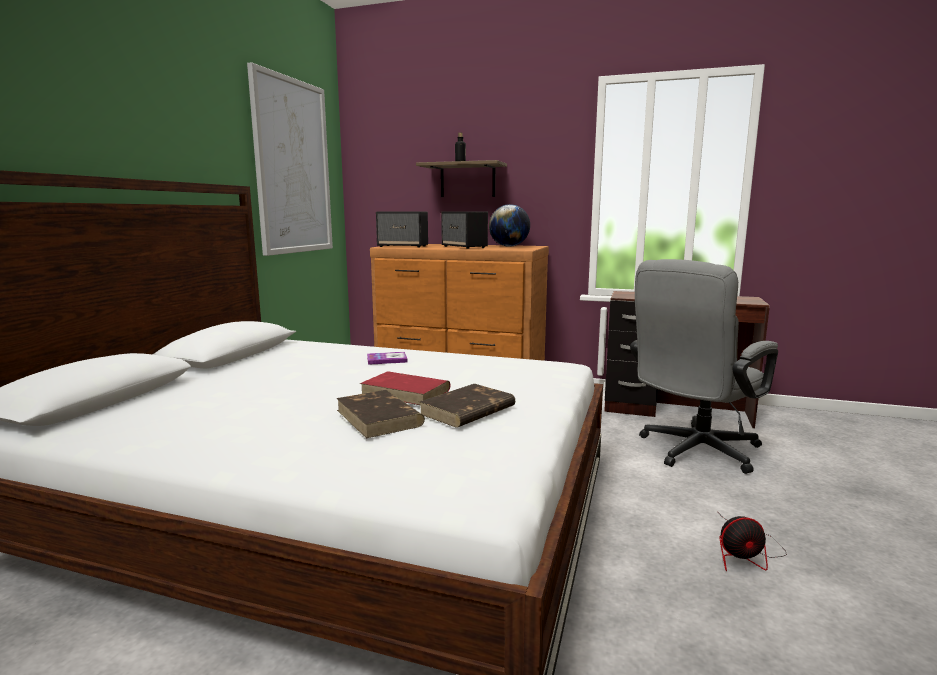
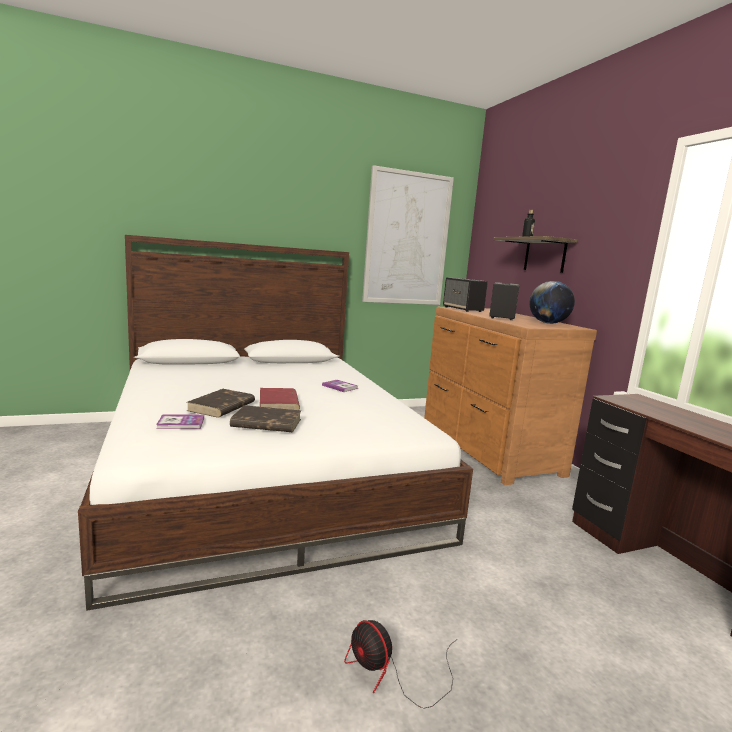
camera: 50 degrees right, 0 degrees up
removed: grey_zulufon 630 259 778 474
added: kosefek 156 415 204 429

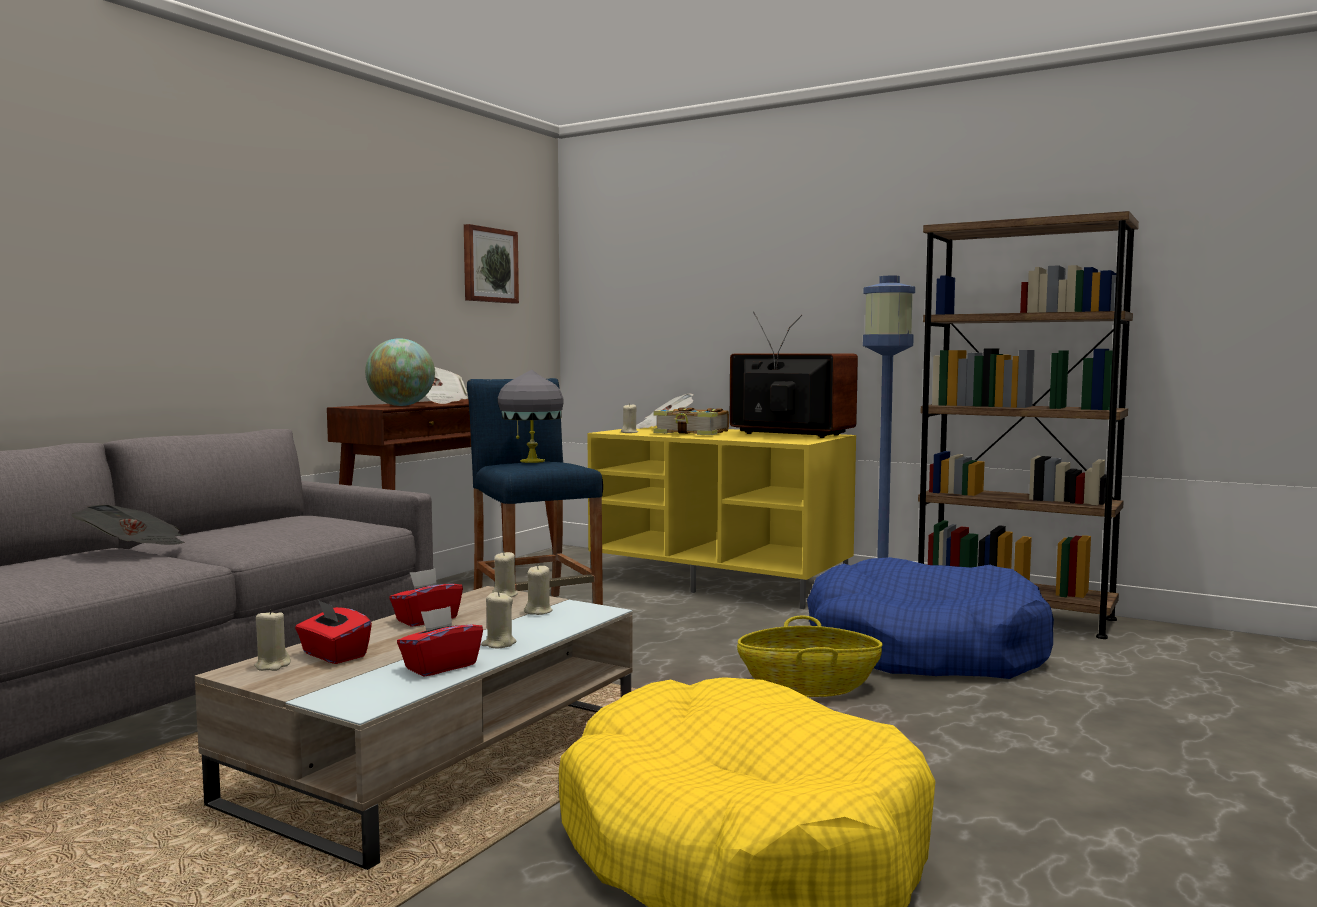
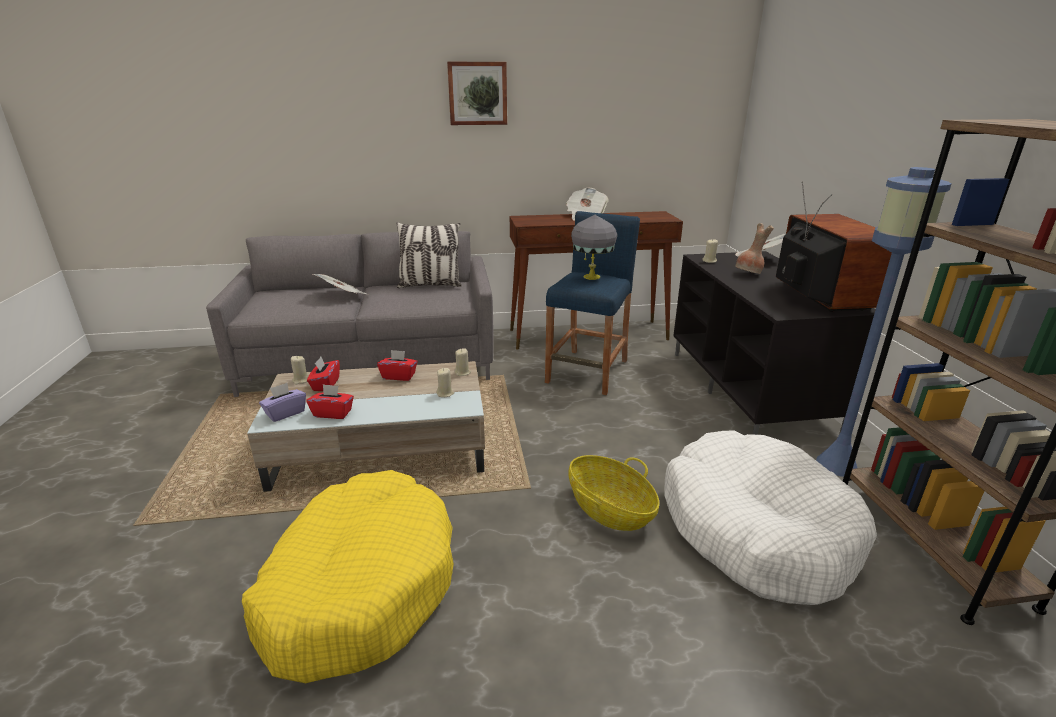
camera: 50 degrees right, 20 degrees up
removed: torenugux 365 338 435 406; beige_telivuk 481 591 516 648
added: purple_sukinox 259 383 306 422; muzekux 396 222 462 288
moved: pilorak 464 224 519 304 to 447 62 507 125
replaced: kosefek 654 408 729 435 to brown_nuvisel 735 223 774 274
recoloured: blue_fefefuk 807 557 1054 679 to white_fefefuk 664 430 877 605; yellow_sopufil 587 426 856 609 to black_sopufil 673 251 876 435

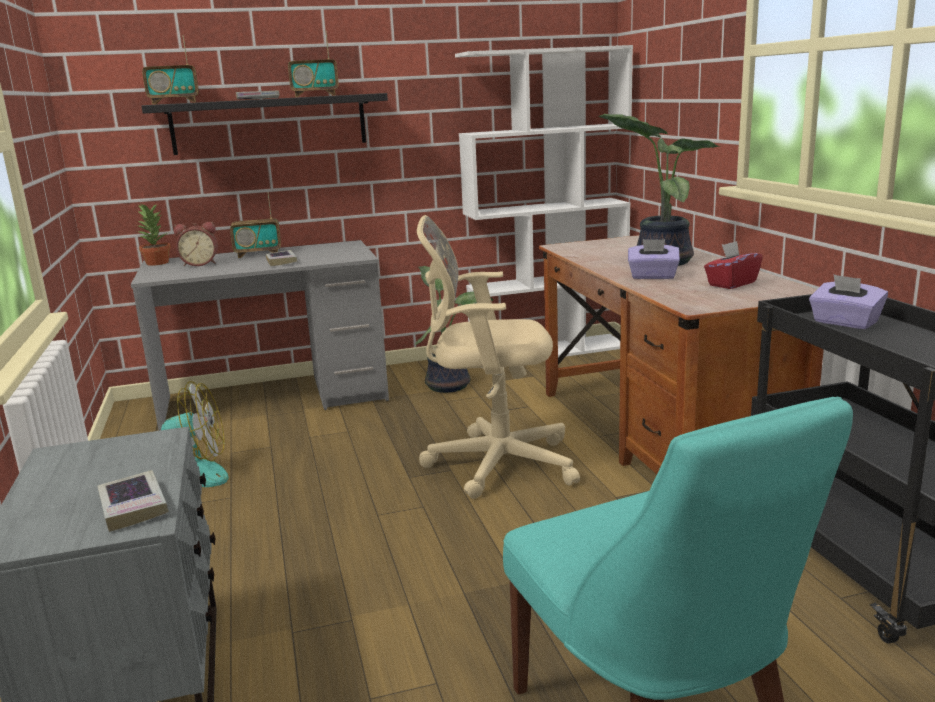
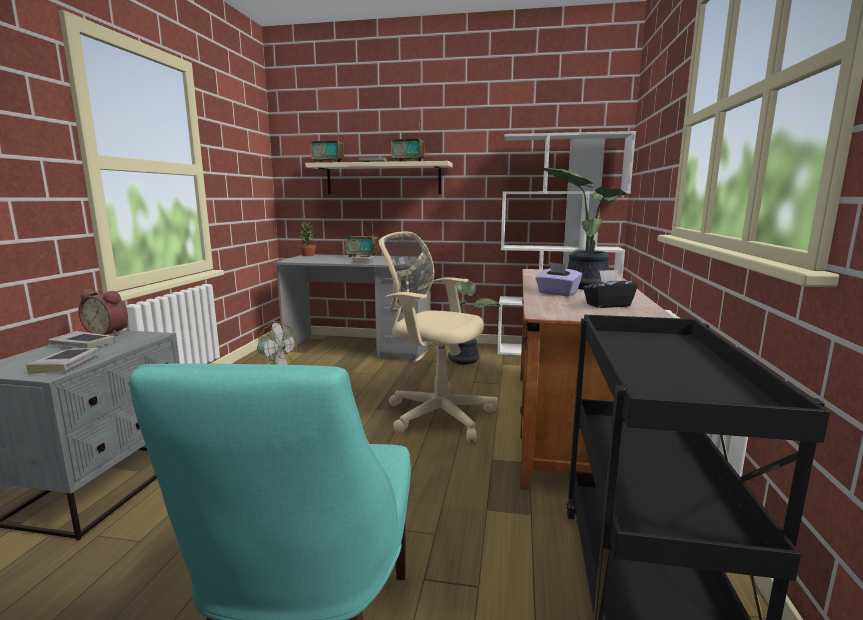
camera: 25 degrees right, 5 degrees down
removed: purple_sukinox 809 274 888 329
added: kosefek 48 331 115 348
moved: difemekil 174 222 218 266 to 79 289 128 336
recoloured: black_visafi 141 93 388 155 to beige_visafi 305 161 452 194; red_sukinox 704 241 763 289 to black_sukinox 583 270 638 308

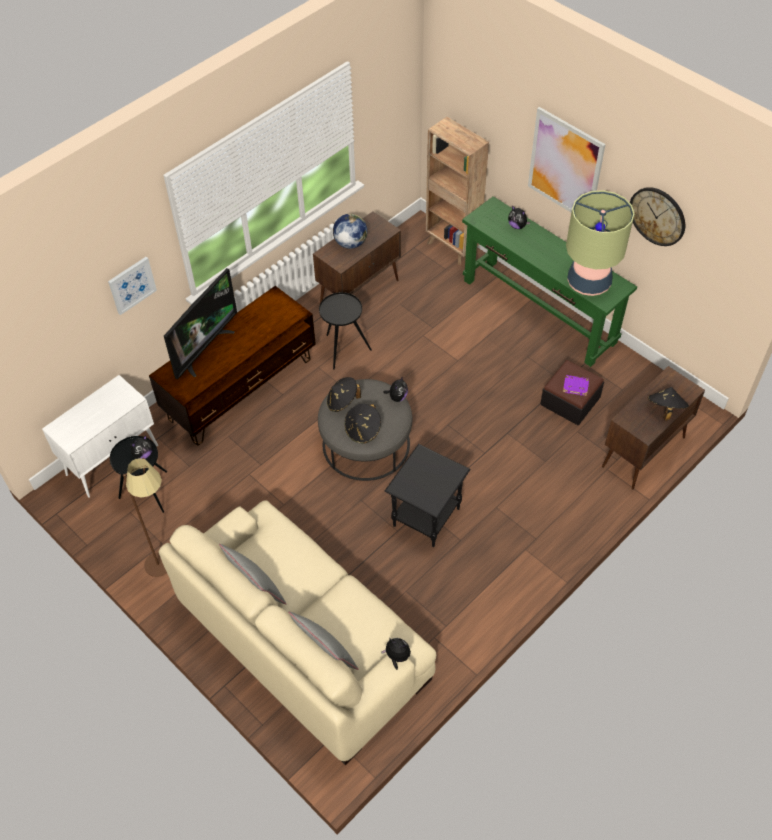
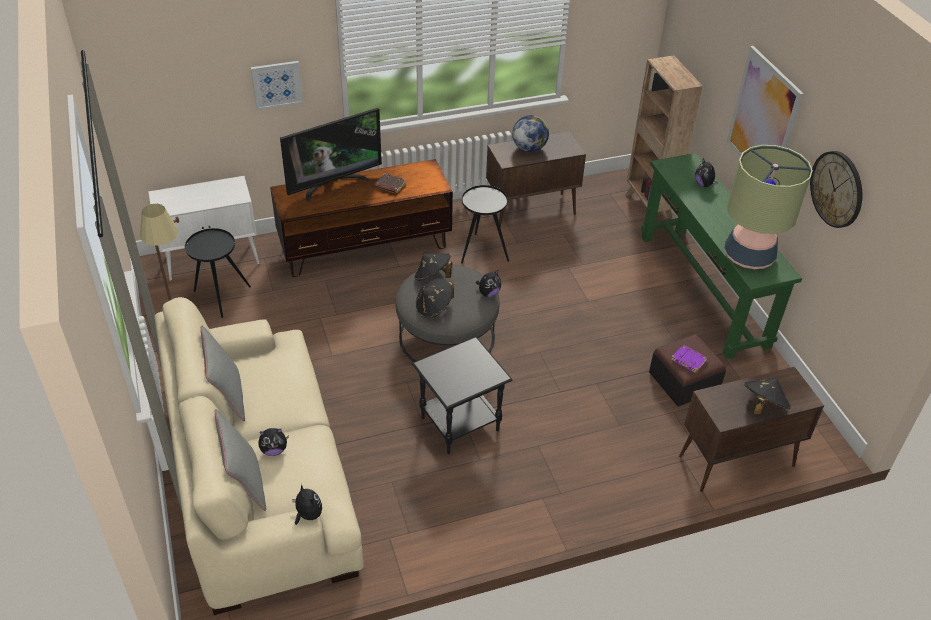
camera: 25 degrees right, 10 degrees down
added: brown_kosefek 375 173 406 194
moved: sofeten 130 436 153 459 to 258 428 289 456

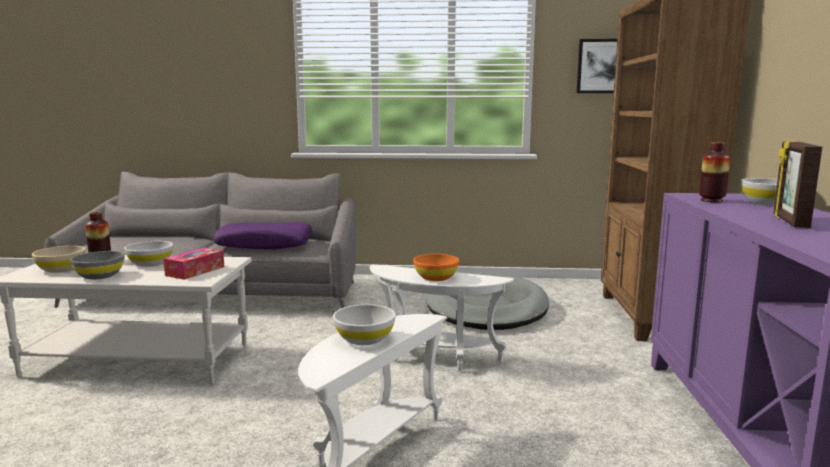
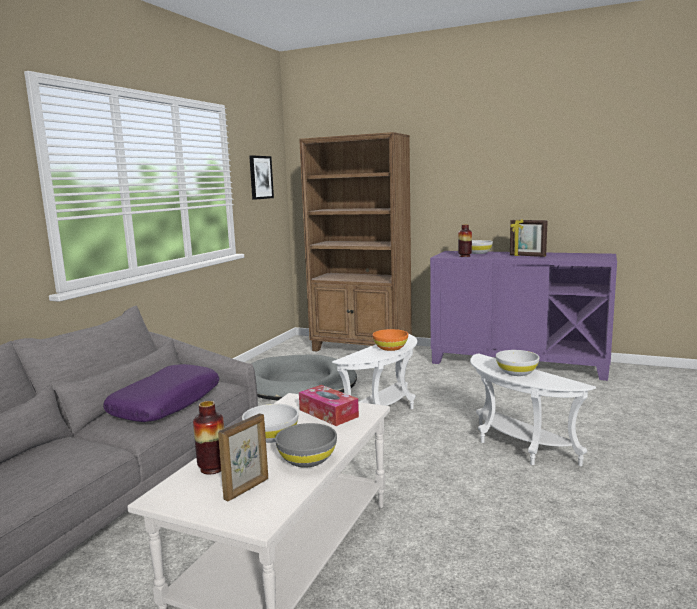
camera: 70 degrees left, 0 degrees up
replaced: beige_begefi 32 246 86 273 to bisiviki 218 413 268 501

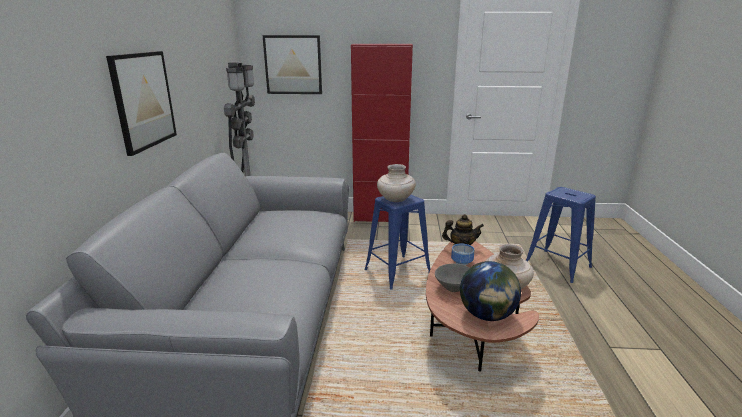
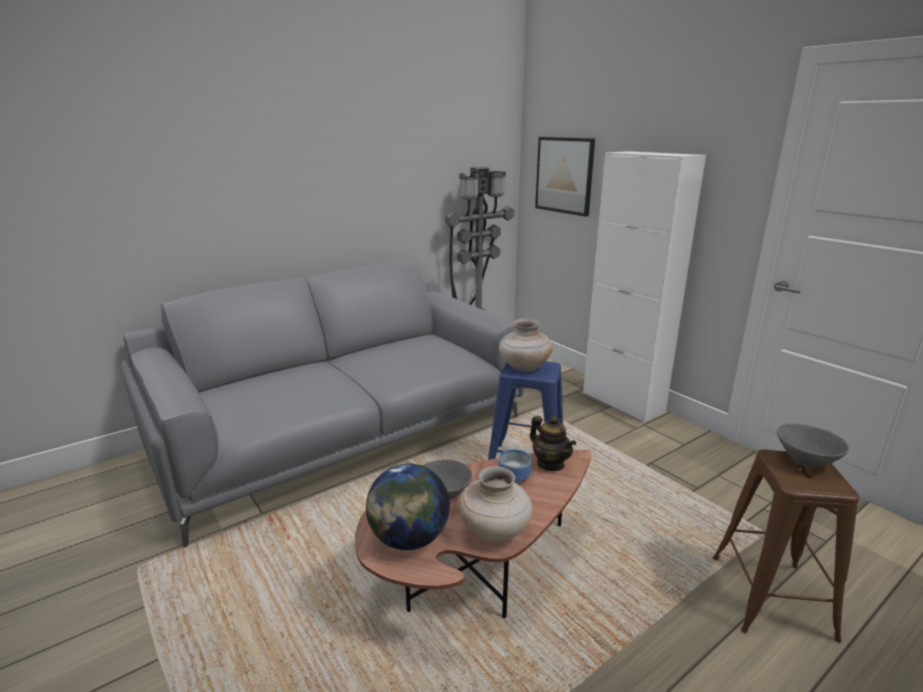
camera: 50 degrees right, 0 degrees up
removed: pilorak 106 51 177 156
added: grey_begefi 777 424 849 468
recoloured: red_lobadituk 351 44 413 222 to white_lobadituk 583 151 706 422; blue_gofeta 526 187 596 283 to brown_gofeta 712 449 859 643

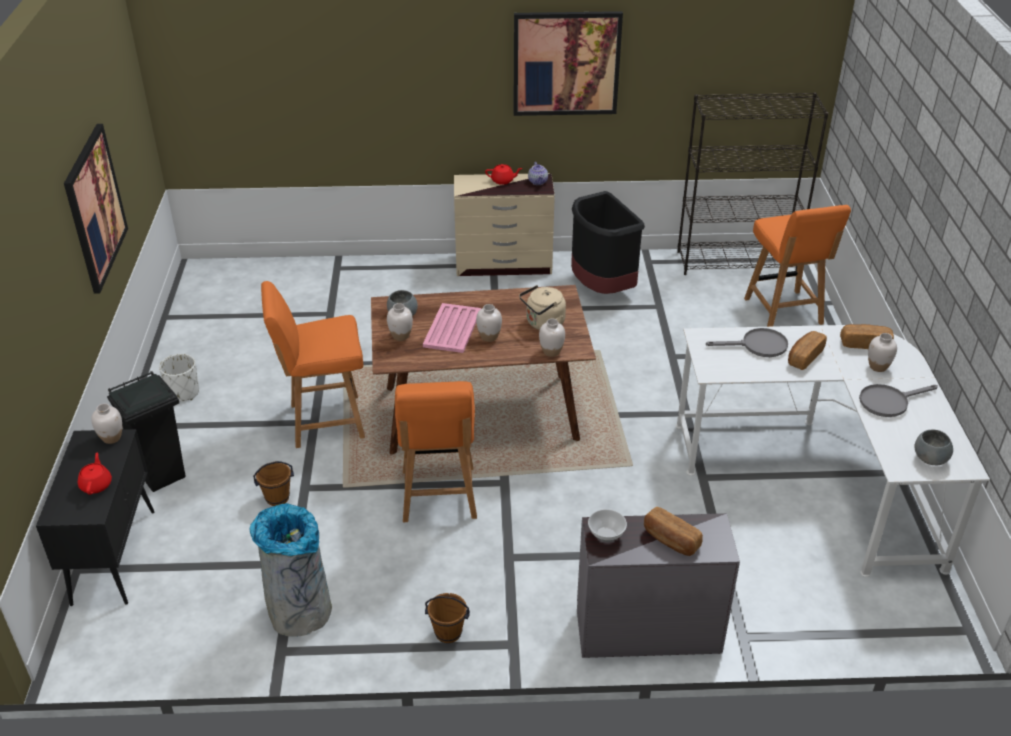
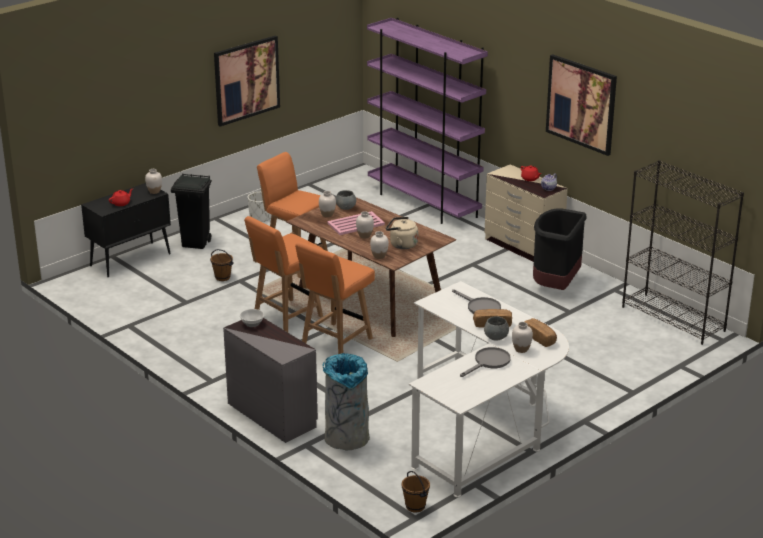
camera: 50 degrees right, 10 degrees down
removed: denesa 644 507 703 556
added: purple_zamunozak 367 18 488 224
moved: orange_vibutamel 744 205 851 327 to 295 242 375 354; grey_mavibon 250 503 332 637 to 322 353 370 450; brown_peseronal 425 593 470 643 to 402 471 430 513; grey_begefi 914 430 953 465 to 484 316 509 341
turned: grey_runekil 859 384 938 417 = 460 347 511 377 105 degrees clockwise

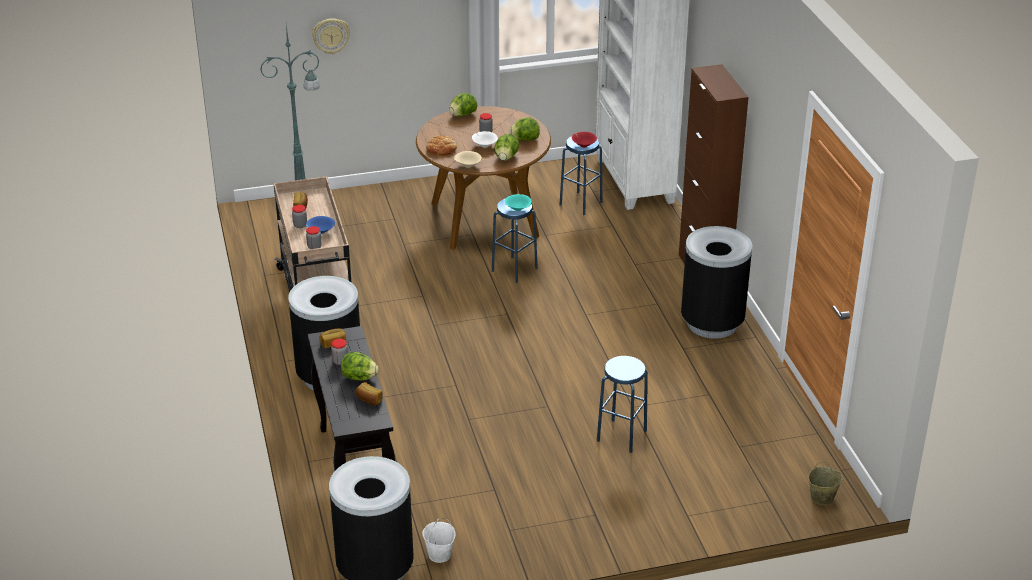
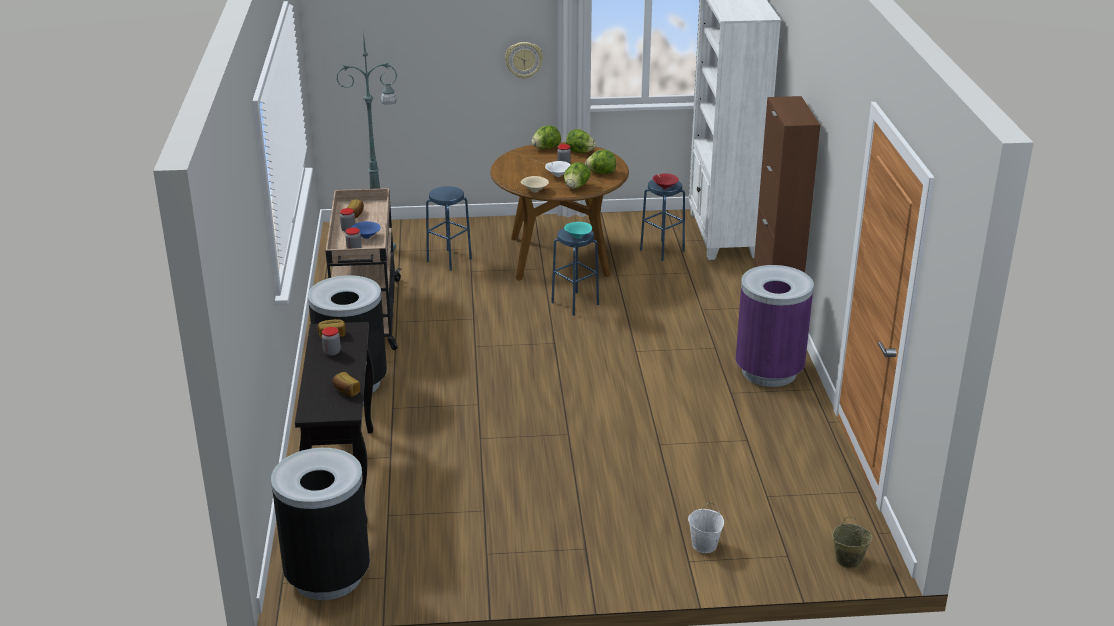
camera: 10 degrees right, 5 degrees down
removed: denesa 426 135 457 156
moved: blue_gofeta 597 356 648 453 to 426 186 472 271; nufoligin 312 18 350 54 to 505 42 543 79; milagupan 341 352 378 381 to 566 129 596 153; white_peseronal 423 518 456 563 to 688 503 724 553
recoloured: black_mavibon 681 226 752 339 to purple_mavibon 735 265 814 387

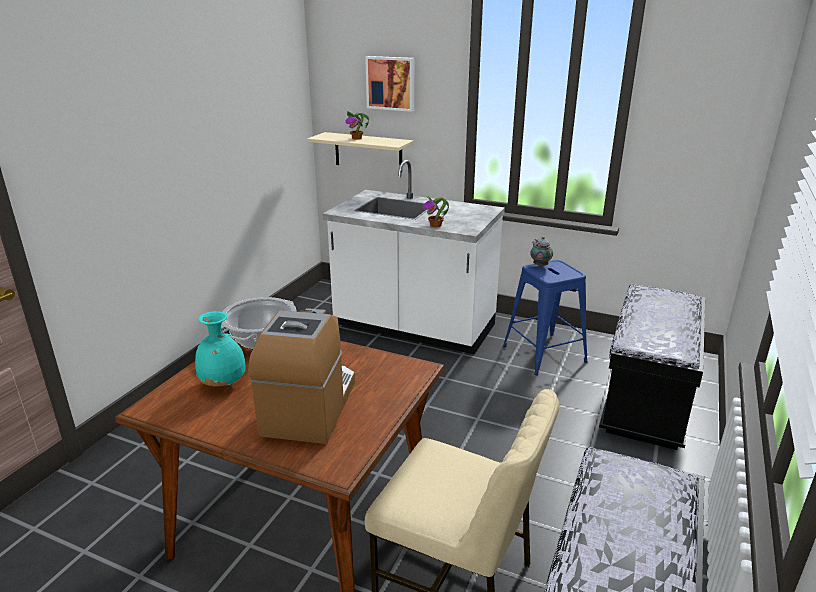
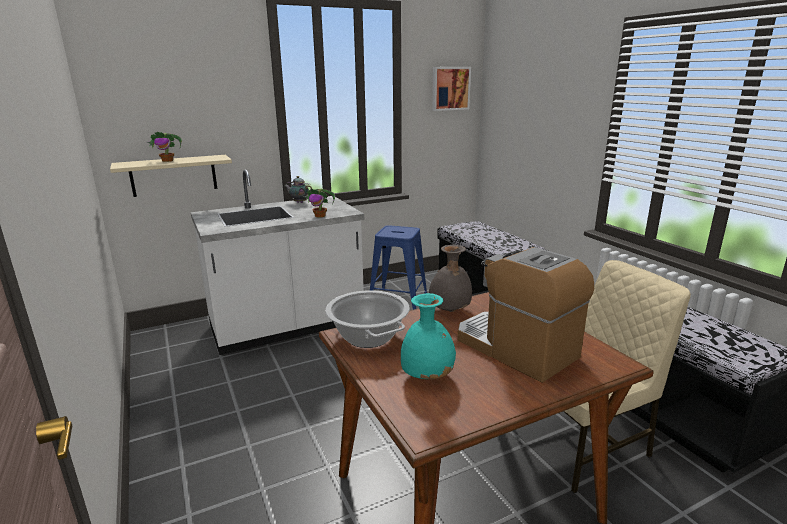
camera: 50 degrees left, 5 degrees down
added: grey_nuvisel 429 245 472 312
moved: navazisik 530 236 553 267 to 284 176 312 203; pilorak 365 56 414 112 to 432 67 471 111

